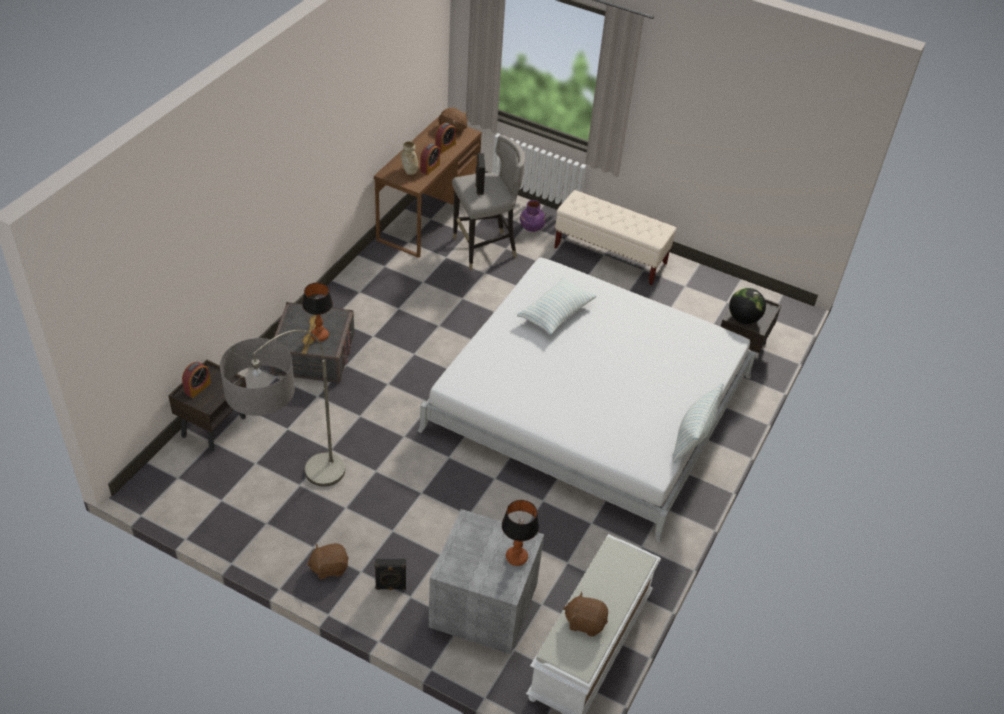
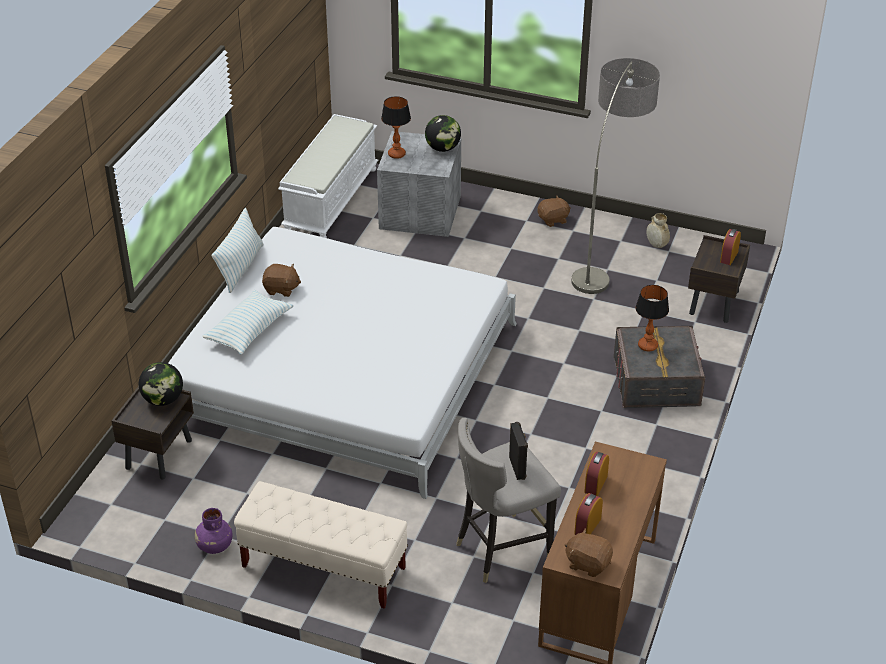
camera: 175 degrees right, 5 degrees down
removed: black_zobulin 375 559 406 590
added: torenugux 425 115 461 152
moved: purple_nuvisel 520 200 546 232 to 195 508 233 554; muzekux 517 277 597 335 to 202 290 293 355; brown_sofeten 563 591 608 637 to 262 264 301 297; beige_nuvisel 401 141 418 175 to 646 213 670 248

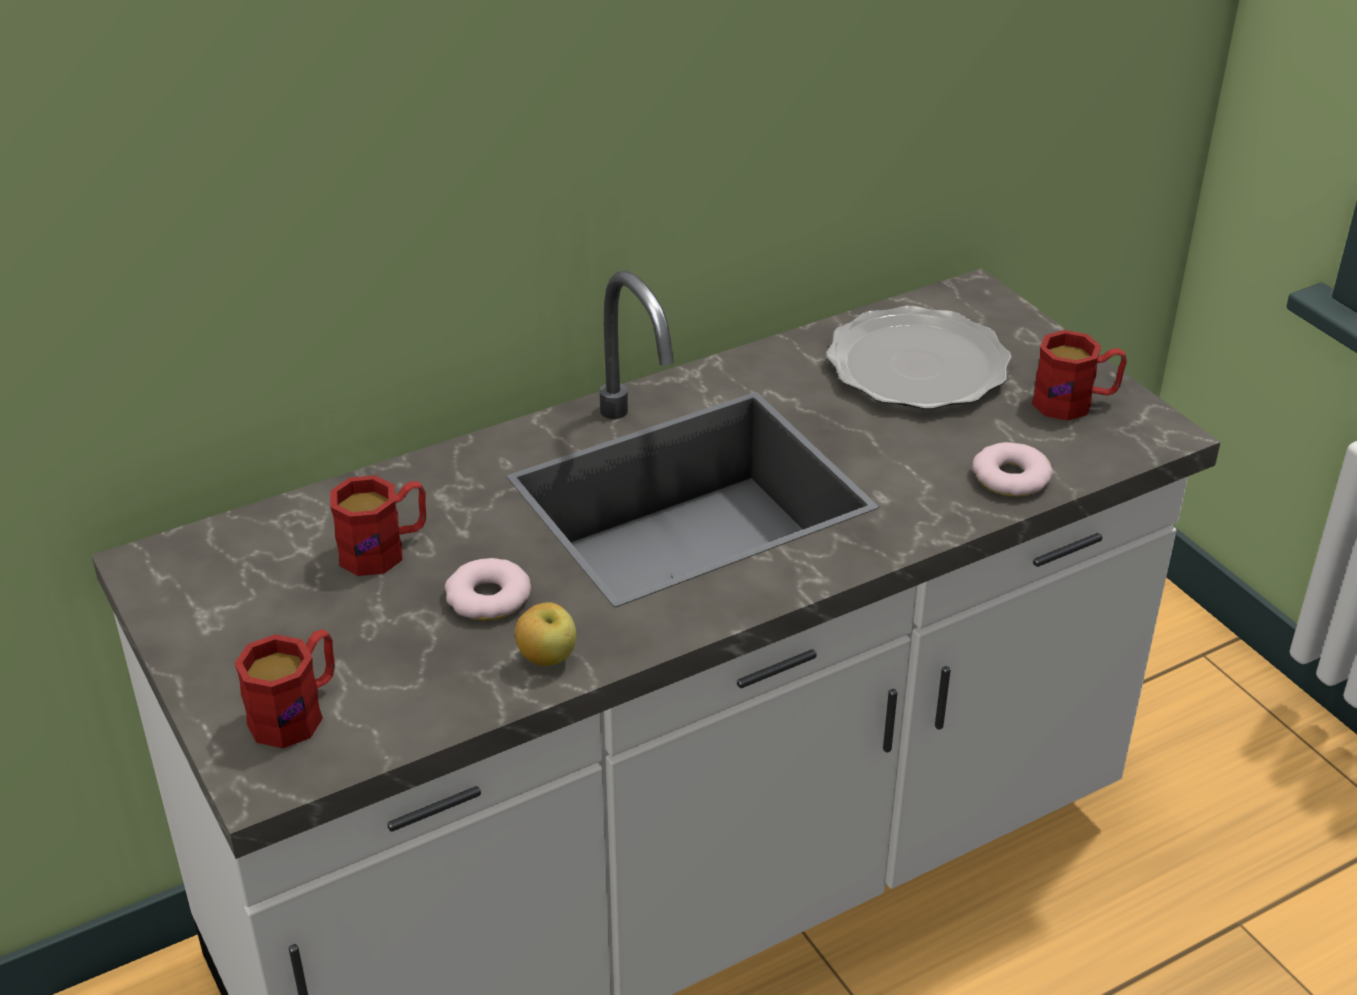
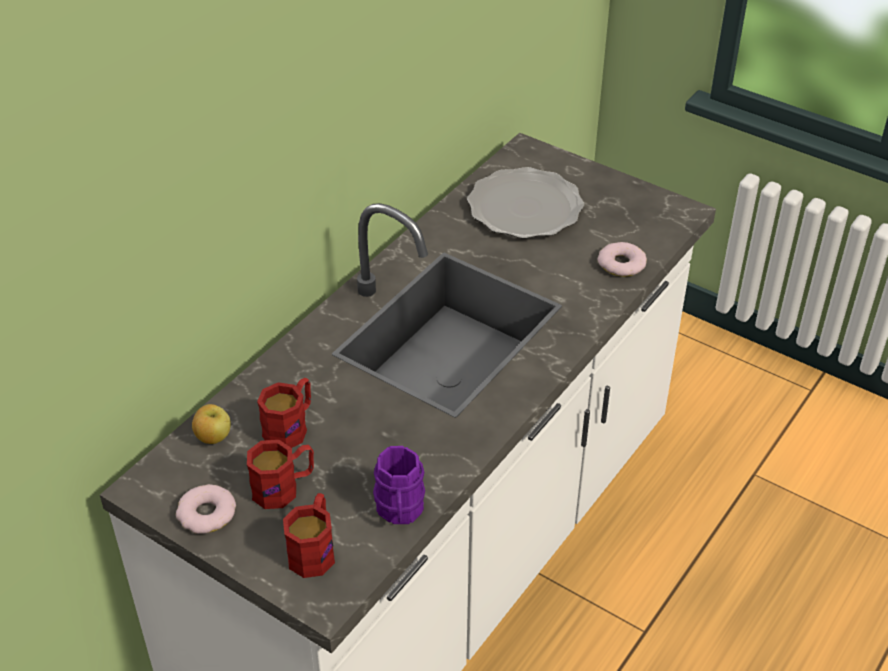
camera: 25 degrees left, 5 degrees up
added: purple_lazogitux 373 446 425 524
moved: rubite 445 558 531 620 to 176 484 236 534; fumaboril 515 602 576 666 to 192 404 231 444; red_lazogitux 1032 330 1127 421 to 247 440 314 509

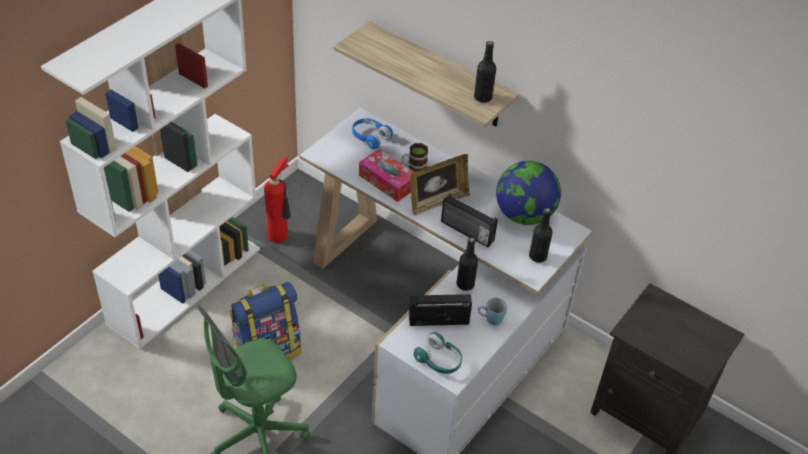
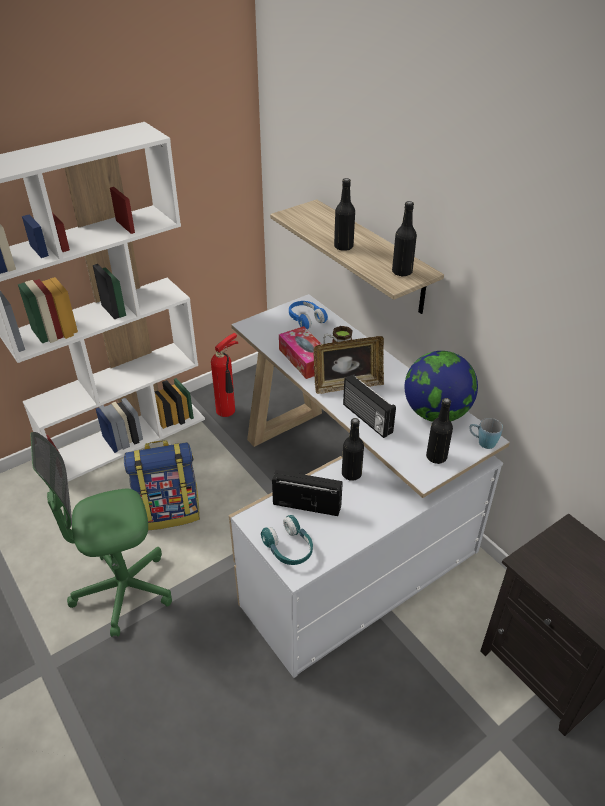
camera: 20 degrees right, 5 degrees down
added: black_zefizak 334 178 355 251
moved: blue_lazogitux 478 298 507 325 to 469 418 503 449

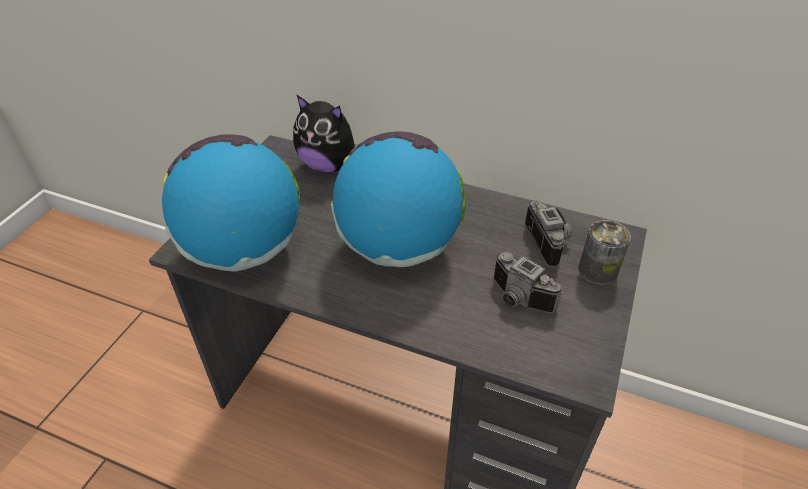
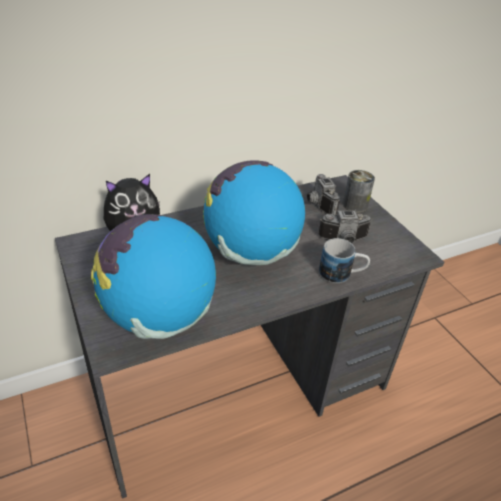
camera: 50 degrees left, 5 degrees down
added: lazogitux 319 238 370 283
turned: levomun 525 200 572 267 = 307 174 340 215 135 degrees counterclockwise

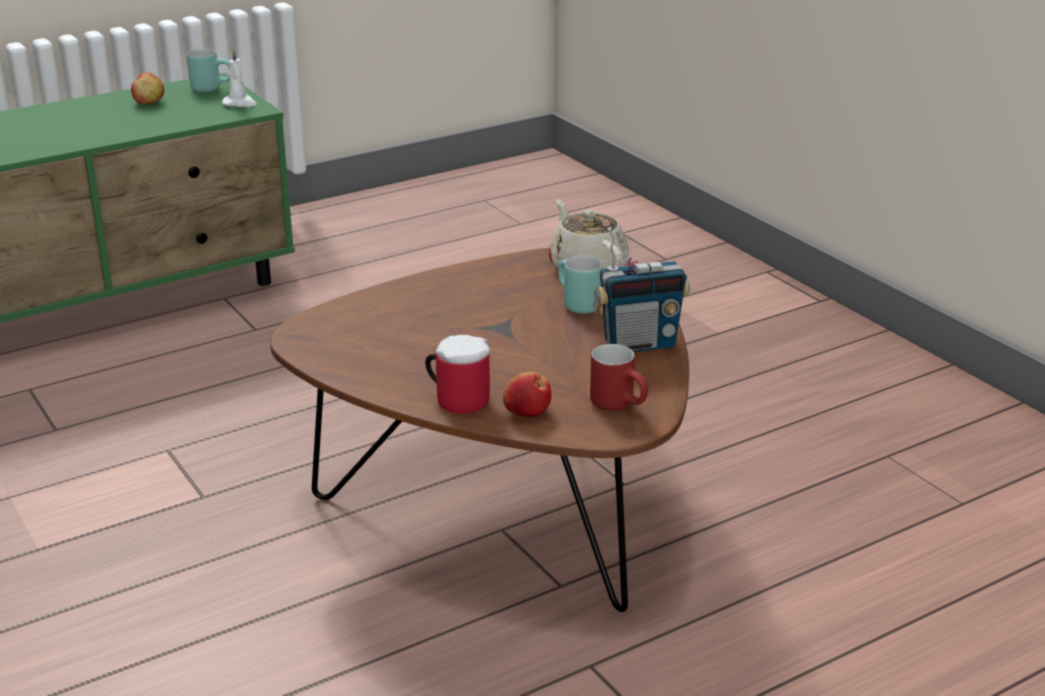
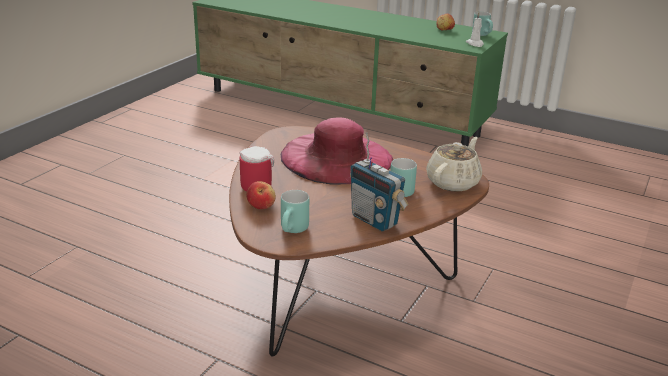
camera: 60 degrees right, 0 degrees up
added: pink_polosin 281 117 393 185
recoloured: red_lazogitux 590 344 648 410 to turquoise_lazogitux 281 190 309 233

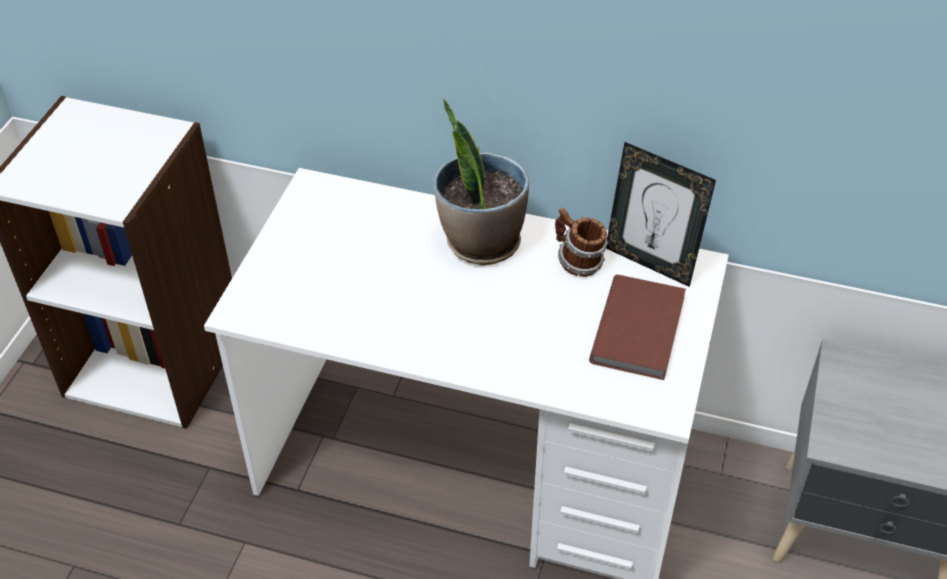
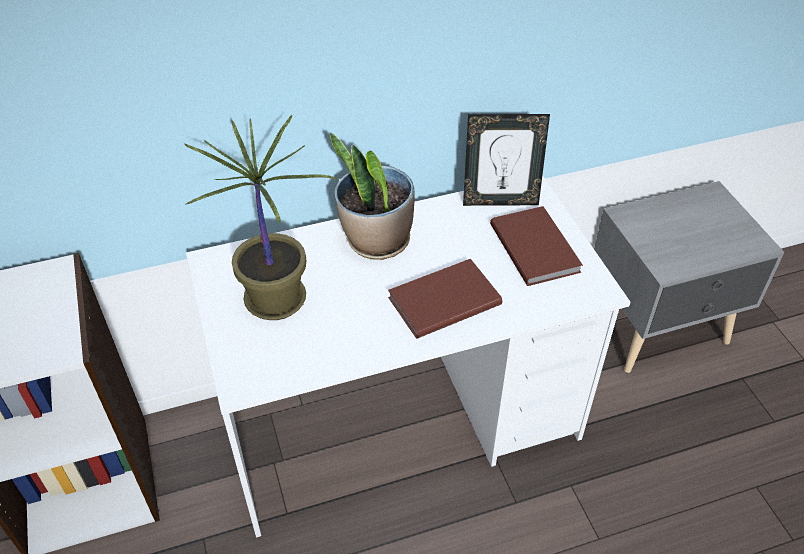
camera: 35 degrees left, 0 degrees up
removed: lazogitux 555 208 608 277
added: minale 183 115 339 320; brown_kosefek 388 259 502 339

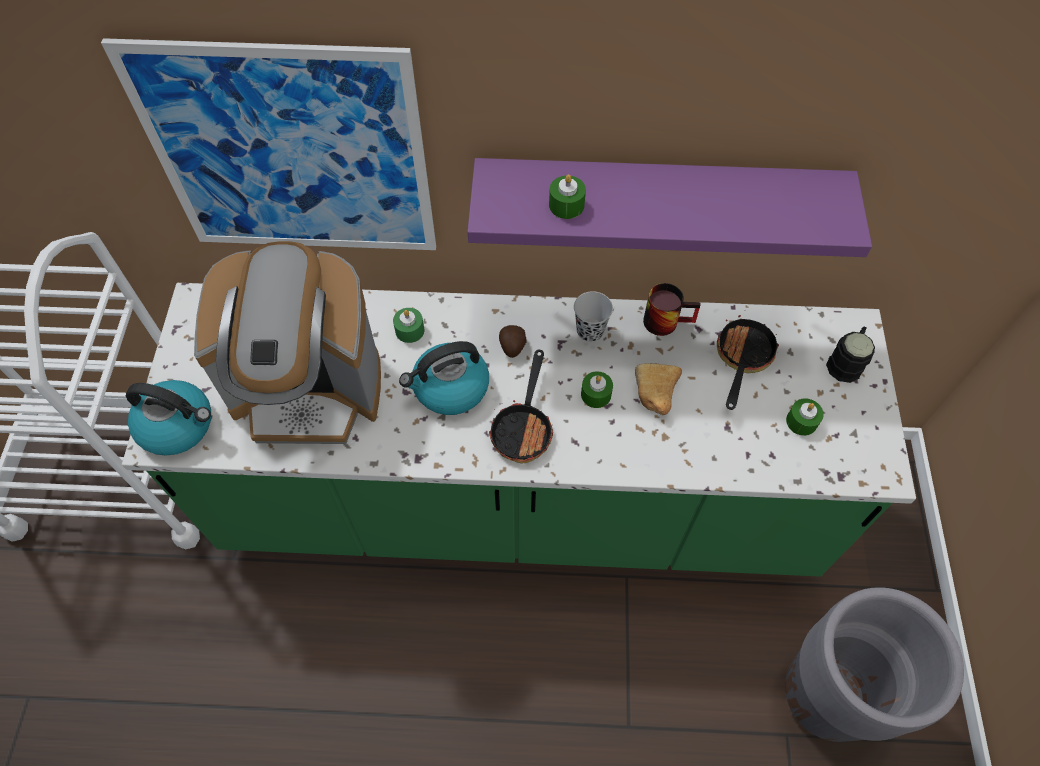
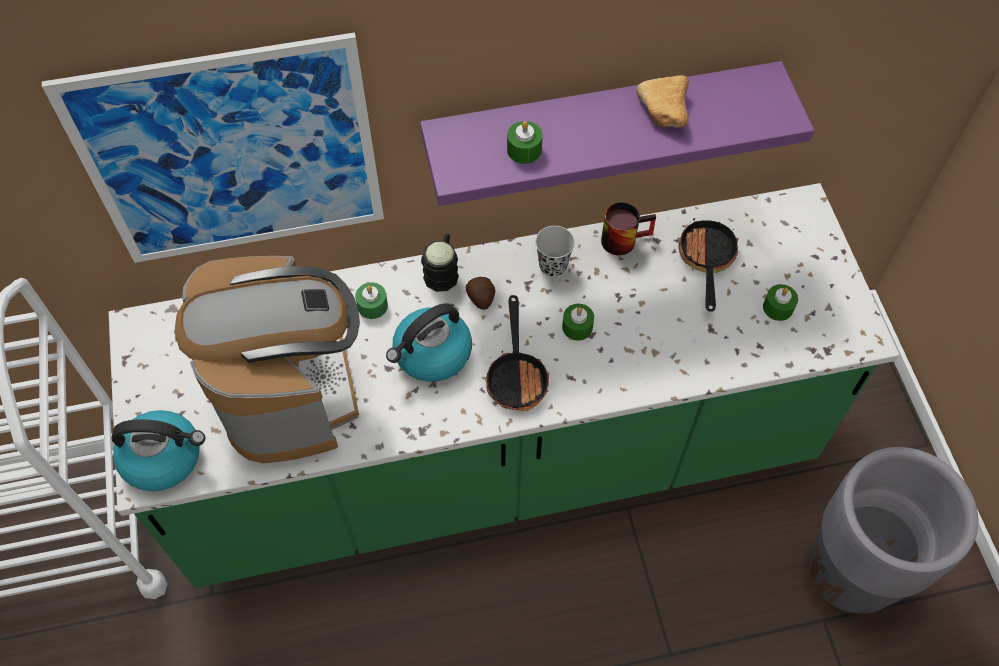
camera: 15 degrees left, 0 degrees up
moved: black_lazogitux 826 326 875 383 to 421 234 459 292; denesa 635 363 682 415 to 636 75 689 128
turned: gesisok 194 241 381 444 = 175 256 360 463 90 degrees counterclockwise

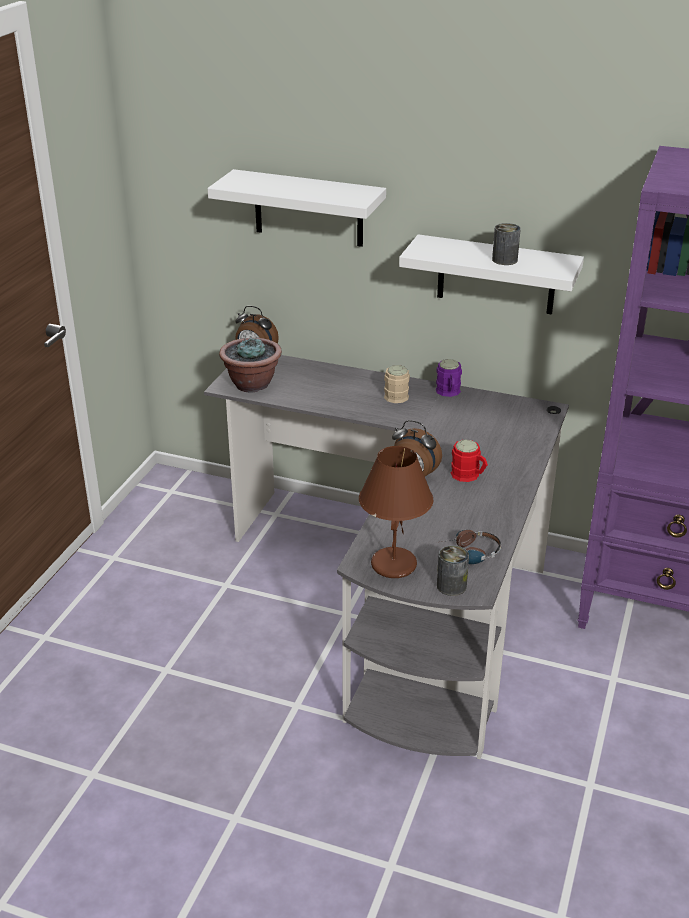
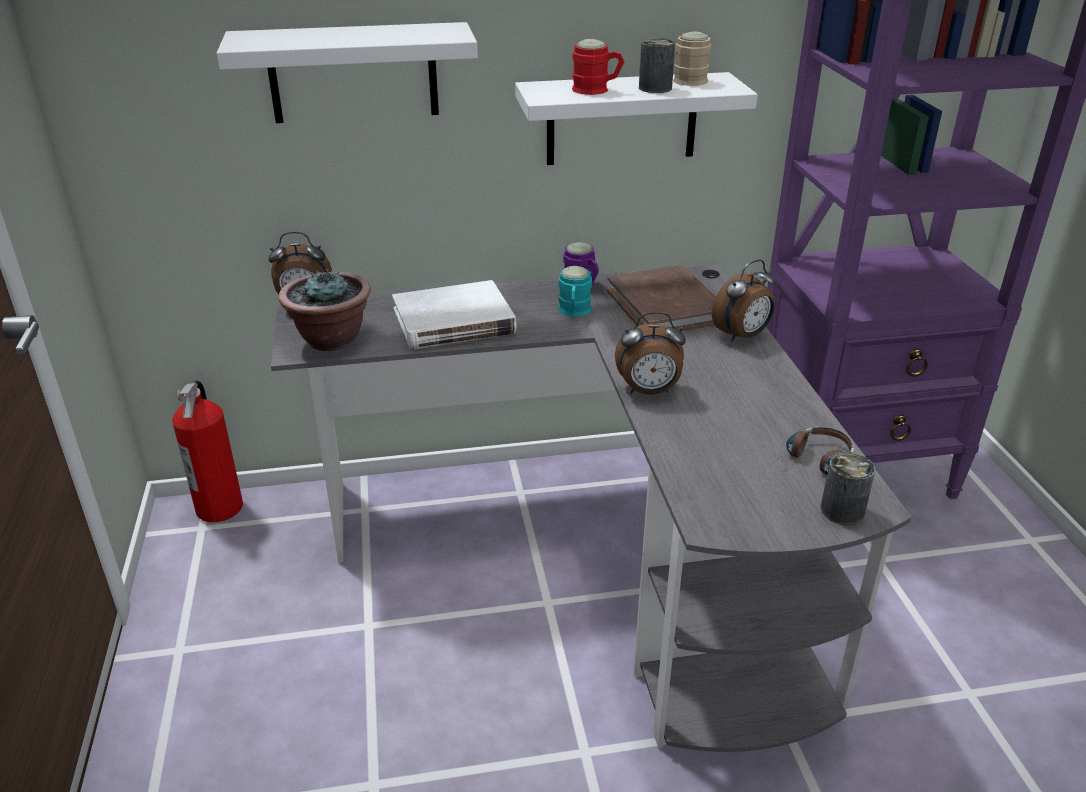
camera: 30 degrees left, 0 degrees up
removed: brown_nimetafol 359 446 433 578
added: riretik 172 381 243 522; white_kosefek 392 280 517 350; turquoise_lazogitux 558 266 592 317; brown_kosefek 607 265 716 332; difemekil 712 260 776 342
moved: red_lazogitux 451 439 488 482 to 572 39 625 95; beige_lazogitux 384 365 410 403 to 673 31 711 86

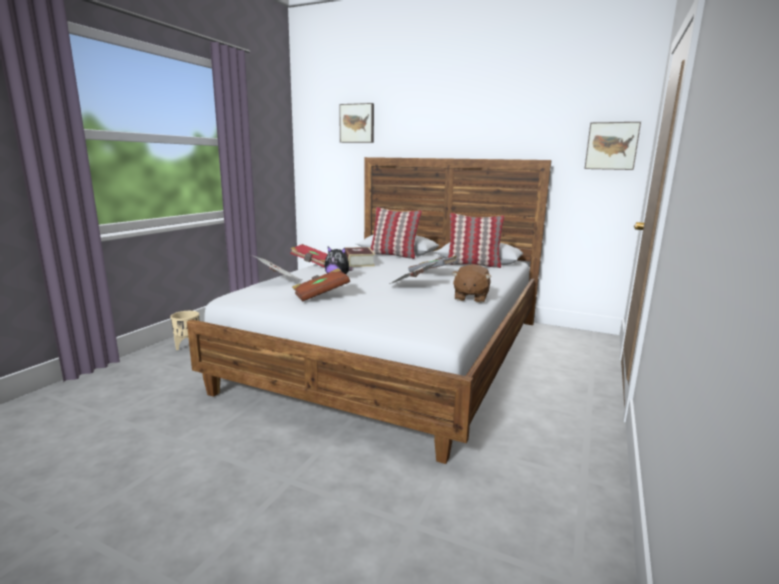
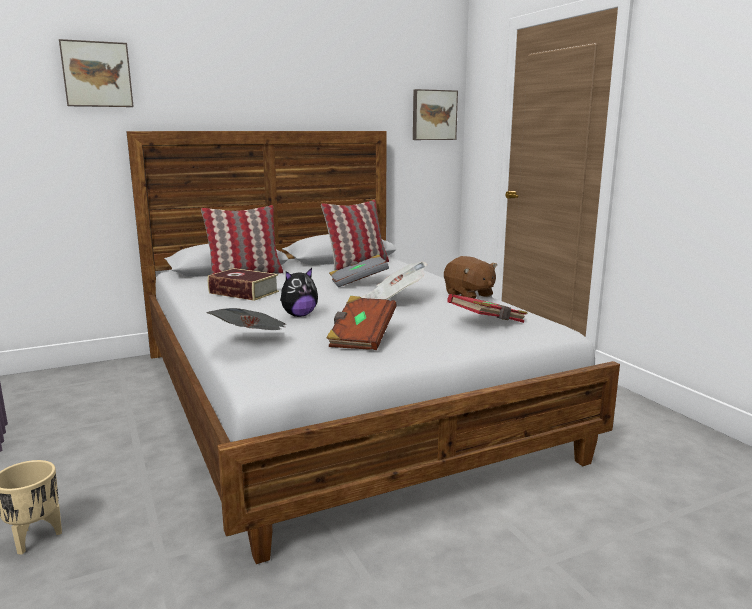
camera: 50 degrees left, 0 degrees up
moved: red_kosefek 290 244 327 268 to 447 294 528 323

